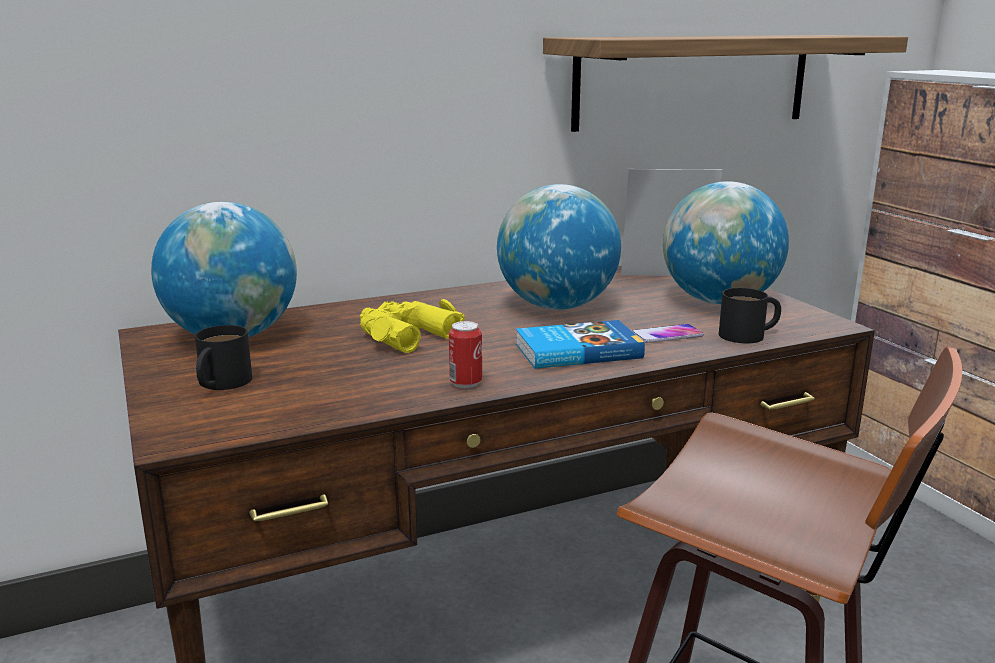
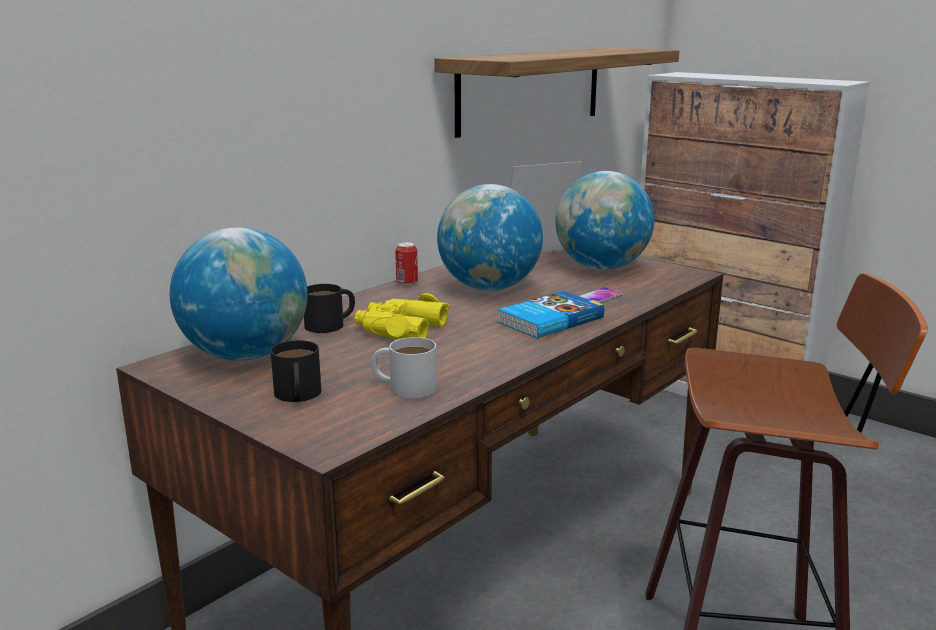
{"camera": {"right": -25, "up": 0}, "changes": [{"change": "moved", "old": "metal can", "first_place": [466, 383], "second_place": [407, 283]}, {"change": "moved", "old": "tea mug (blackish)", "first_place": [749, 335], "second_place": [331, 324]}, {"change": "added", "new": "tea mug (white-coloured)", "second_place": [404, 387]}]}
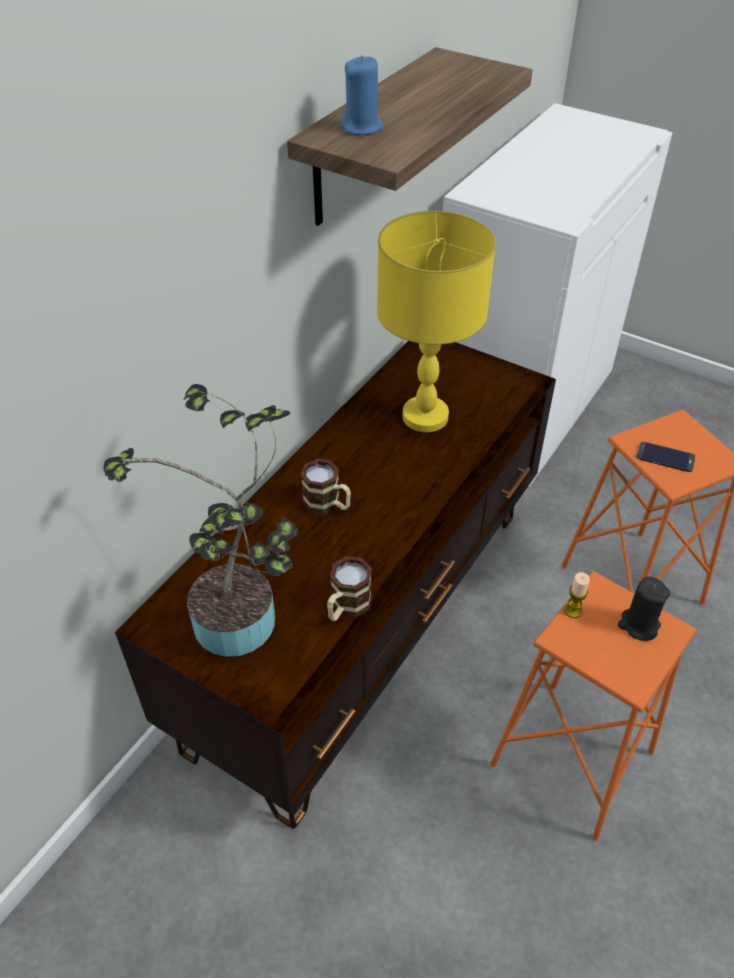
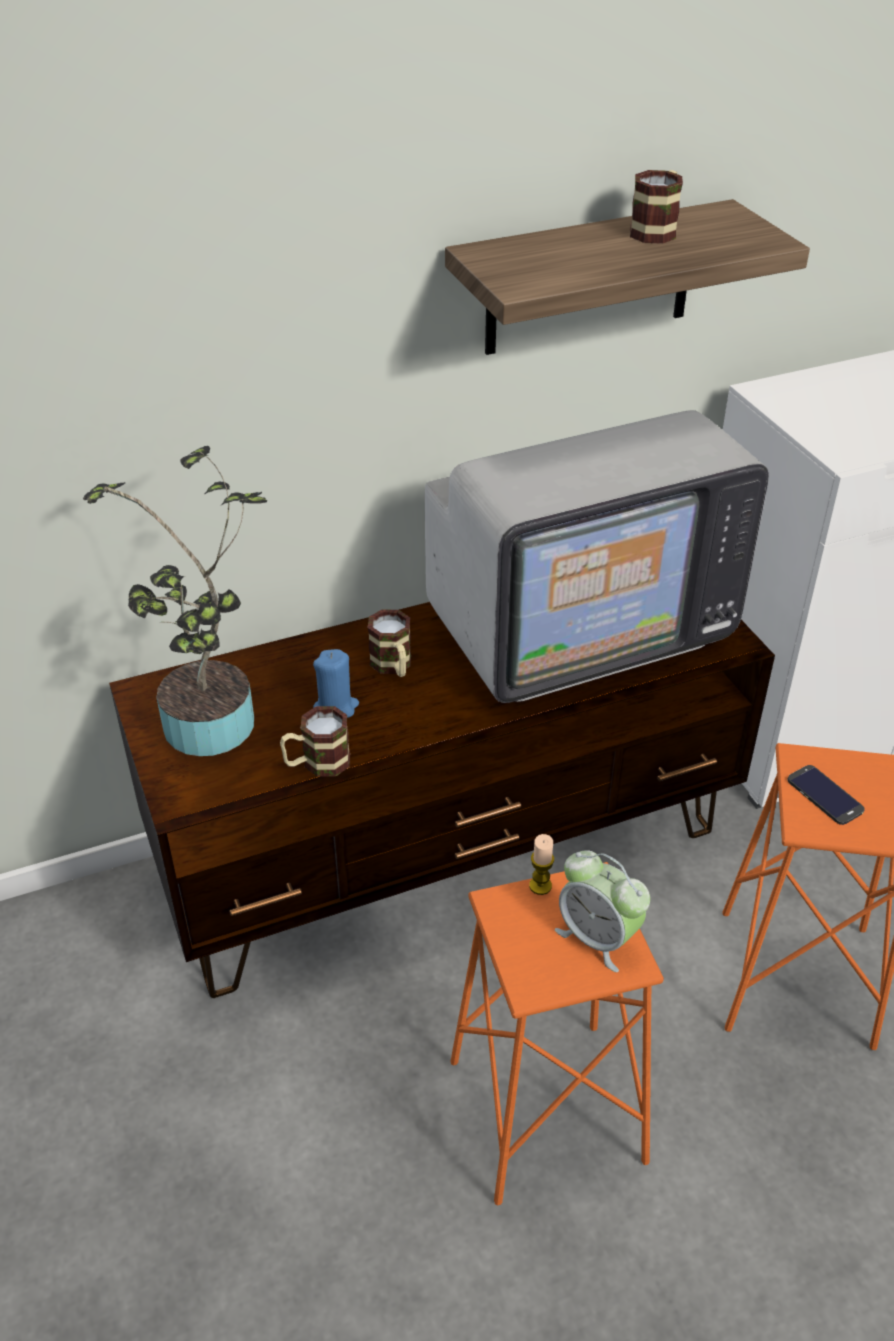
{"camera": {"right": 35, "up": -5}, "changes": [{"change": "moved", "old": "wax light (bluish)", "first_place": [362, 127], "second_place": [336, 707]}, {"change": "replaced", "old": "lamp for a table (yellow)", "new": "TV set", "first_place": [425, 416], "second_place": [579, 629]}, {"change": "replaced", "old": "wax light (blackish)", "new": "table clock", "first_place": [638, 625], "second_place": [598, 937]}, {"change": "added", "new": "tea mug", "second_place": [656, 230]}]}
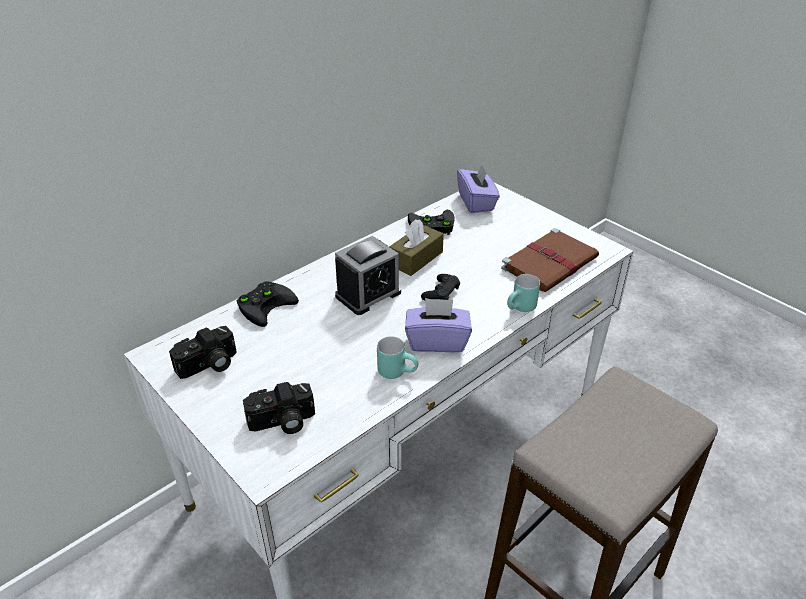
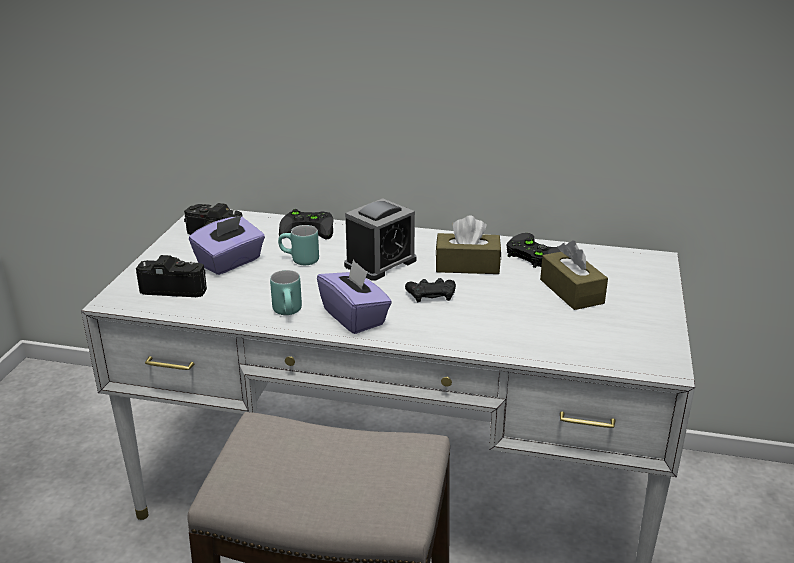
{"camera": {"right": 55, "up": -10}, "changes": [{"change": "turned", "old": "photo camera", "first_place": [282, 422], "second_place": [176, 287], "degrees": 150}, {"change": "turned", "old": "table clock", "first_place": [368, 294], "second_place": [380, 263], "degrees": -60}, {"change": "moved", "old": "tissue holder (purplish)", "first_place": [476, 202], "second_place": [230, 262]}, {"change": "removed", "old": "volume (brownish)", "first_place": [550, 262]}, {"change": "moved", "old": "tea mug (turquoise-coloured)", "first_place": [521, 309], "second_place": [299, 261]}, {"change": "added", "new": "tissue holder (brownish)", "second_place": [571, 291]}]}
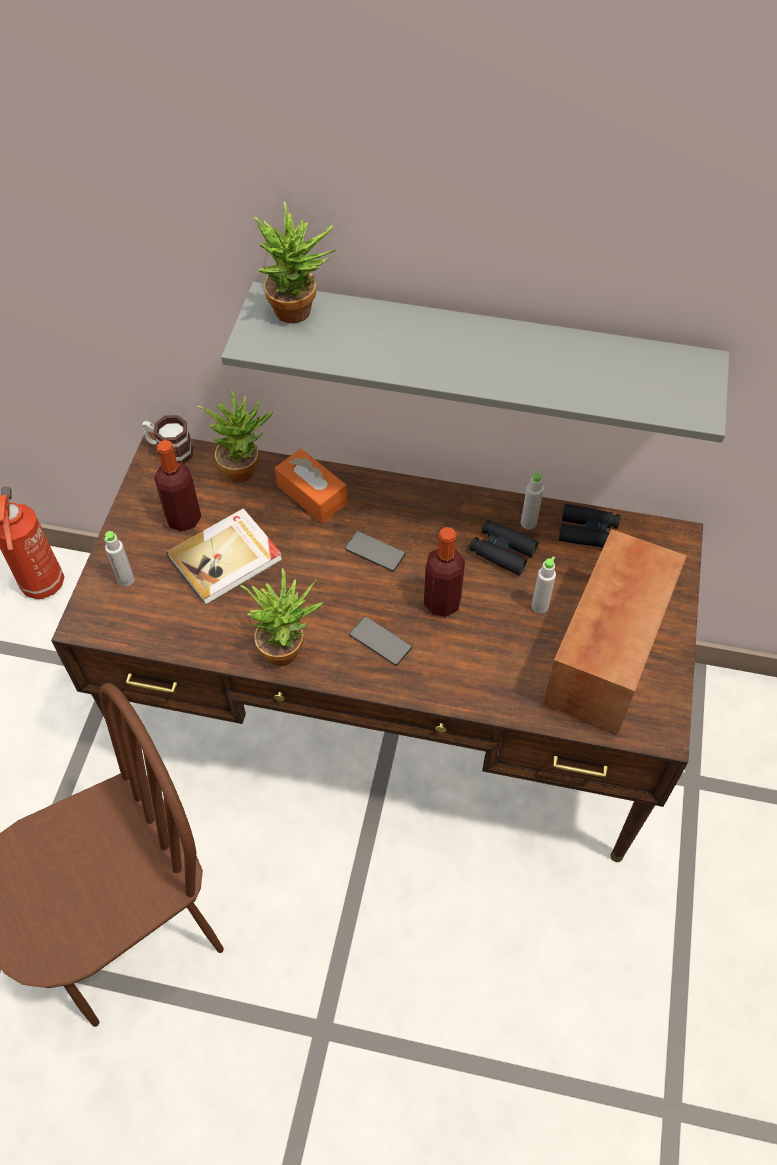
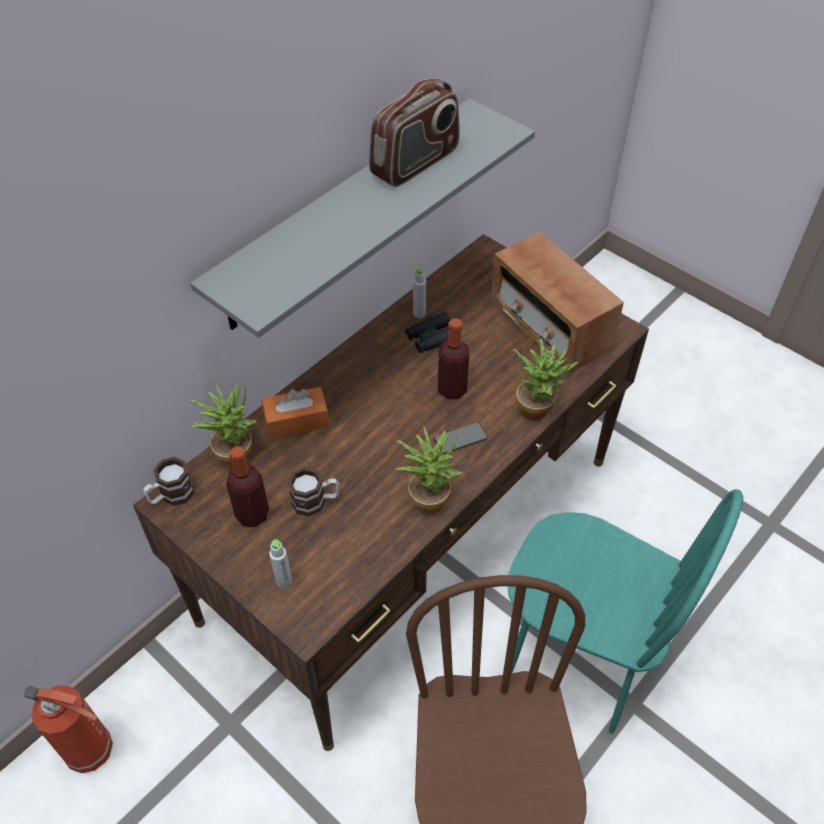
{"camera": {"right": -60, "up": -5}, "changes": [{"change": "replaced", "old": "volume", "new": "tea mug", "first_place": [226, 558], "second_place": [316, 501]}, {"change": "moved", "old": "houseplant", "first_place": [300, 313], "second_place": [537, 407]}, {"change": "removed", "old": "telephone", "first_place": [375, 552]}, {"change": "removed", "old": "drink bottle (grey)", "first_place": [539, 606]}, {"change": "removed", "old": "binoculars (blackish)", "first_place": [588, 532]}, {"change": "added", "new": "radio set", "second_place": [415, 163]}, {"change": "added", "new": "chair (turquoise-coloured)", "second_place": [580, 658]}]}
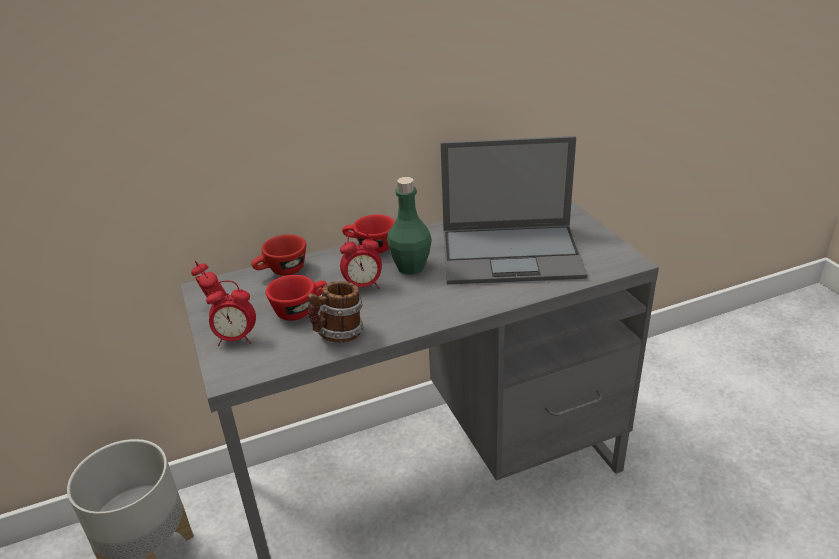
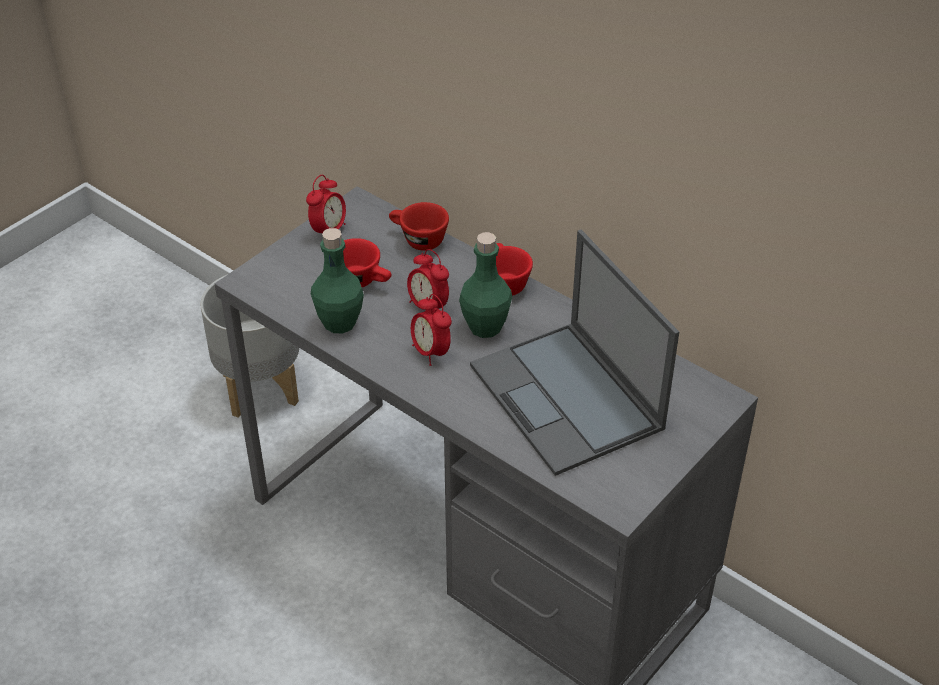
{"camera": {"right": 60, "up": 10}, "changes": [{"change": "moved", "old": "table clock", "first_place": [236, 339], "second_place": [431, 352]}, {"change": "replaced", "old": "tea mug", "new": "drink bottle (green-coloured)", "first_place": [338, 335], "second_place": [339, 323]}]}
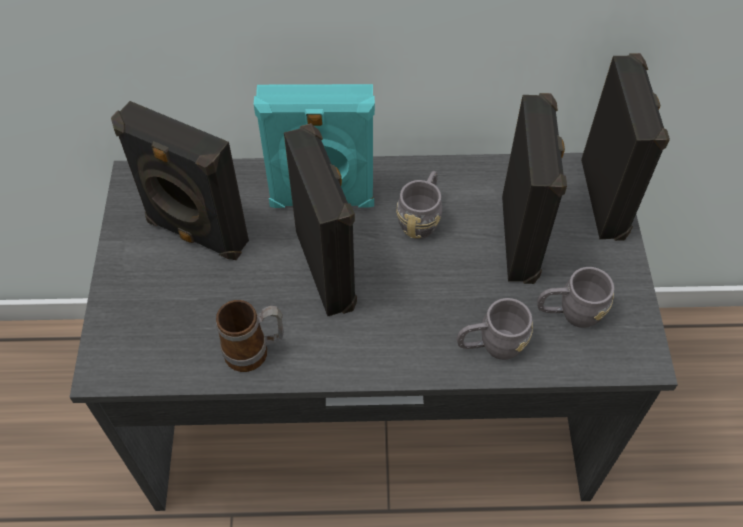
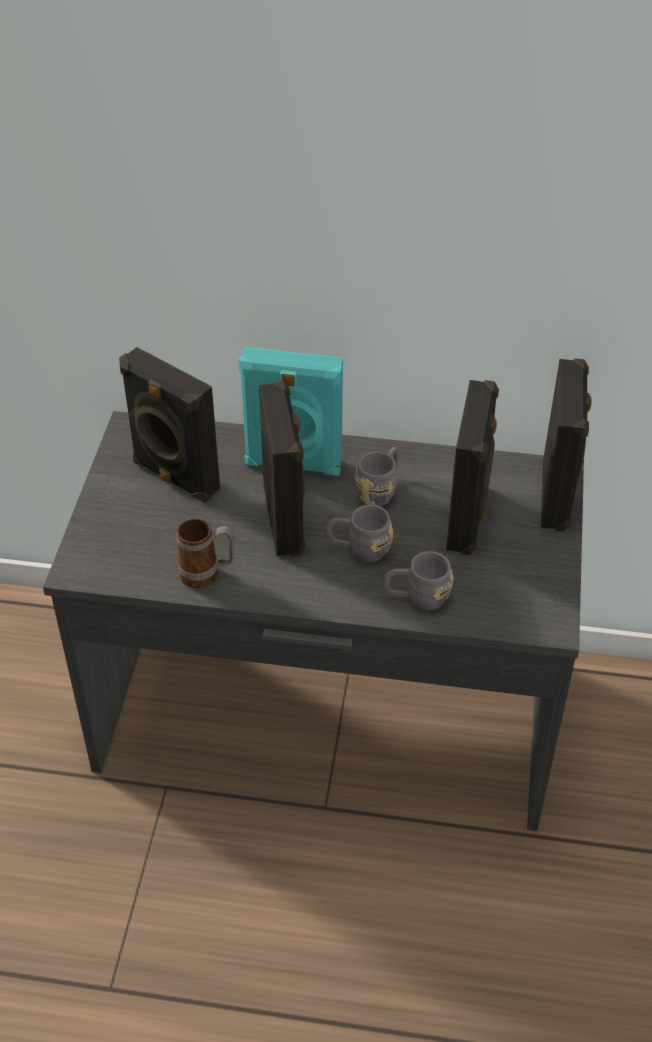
{"camera": {"right": 10, "up": -10}, "changes": [{"change": "moved", "old": "tea mug (grey)", "first_place": [569, 313], "second_place": [359, 549]}]}
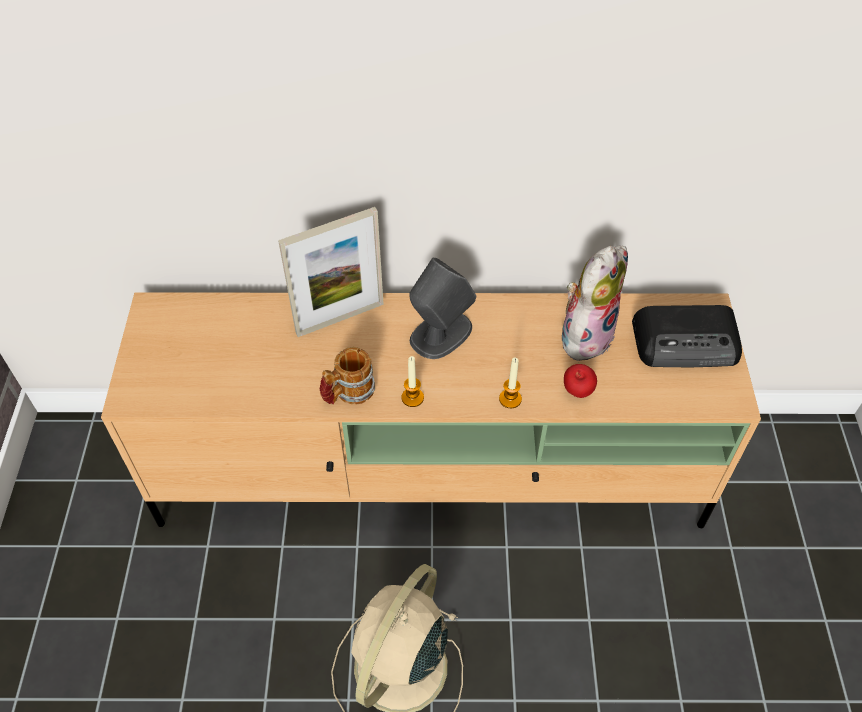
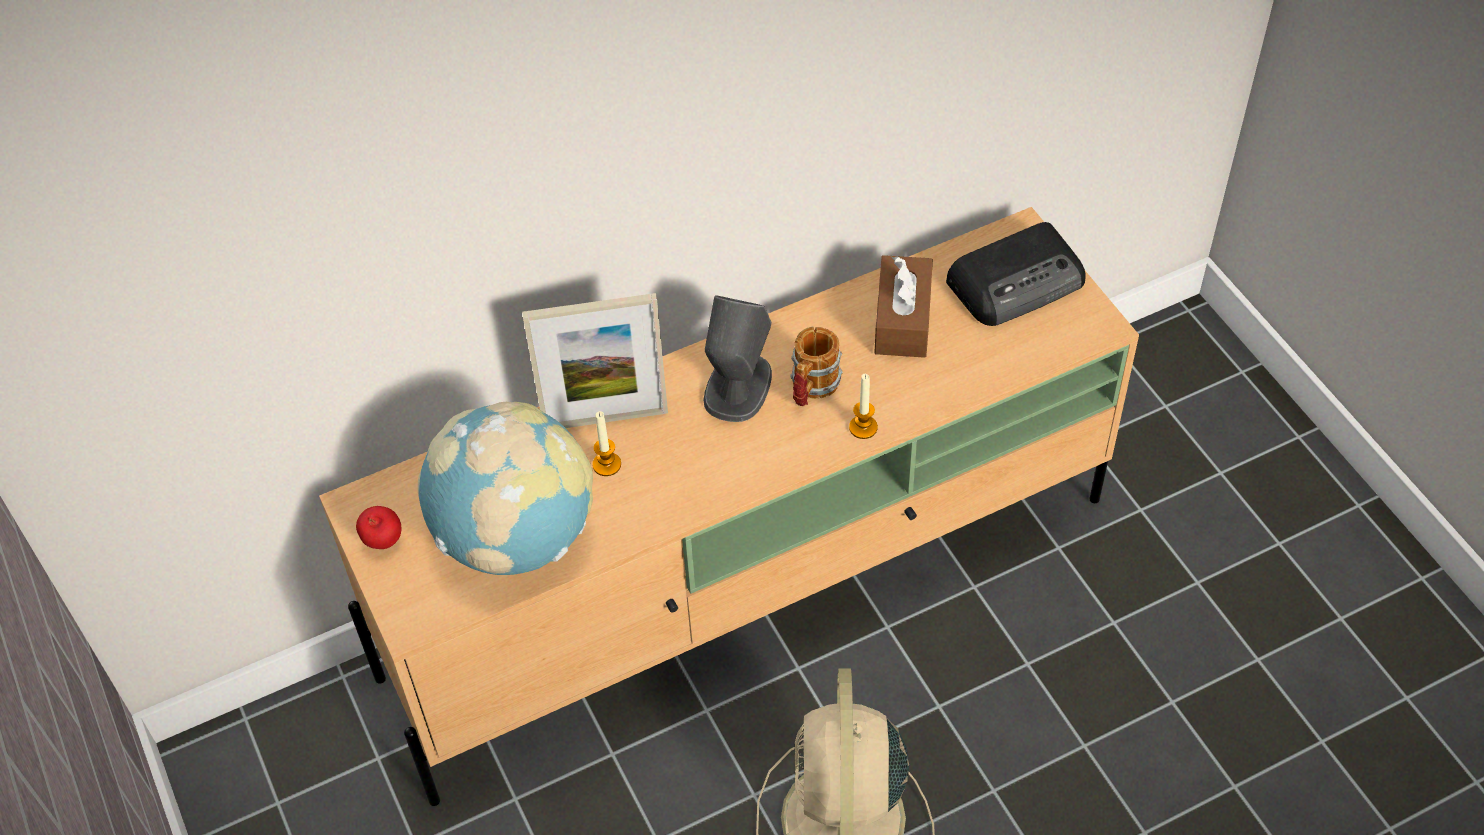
{"camera": {"right": -25, "up": 0}, "changes": [{"change": "turned", "old": "picture frame", "first_place": [340, 318], "second_place": [605, 419], "degrees": 45}, {"change": "moved", "old": "tea mug", "first_place": [348, 393], "second_place": [811, 388]}, {"change": "moved", "old": "wax light", "first_place": [412, 397], "second_place": [606, 464]}, {"change": "replaced", "old": "cuddly toy", "new": "tissue holder (brownish)", "first_place": [585, 335], "second_place": [902, 319]}, {"change": "moved", "old": "apple fruit", "first_place": [577, 392], "second_place": [383, 542]}, {"change": "added", "new": "desk globe", "second_place": [516, 537]}]}
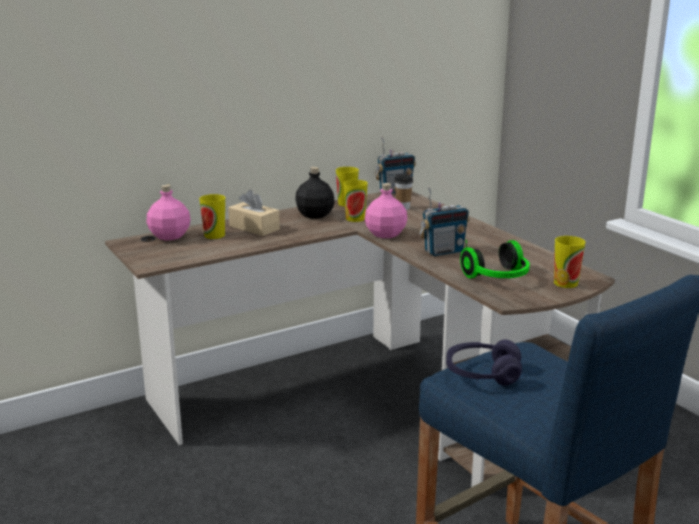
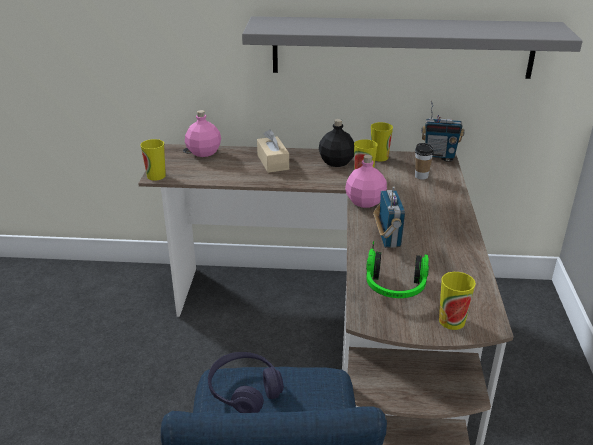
{"camera": {"right": 35, "up": 10}, "changes": [{"change": "moved", "old": "drinking cup", "first_place": [214, 235], "second_place": [156, 176]}, {"change": "turned", "old": "radio set", "first_place": [443, 251], "second_place": [388, 239], "degrees": -105}, {"change": "added", "new": "bracket shelf (grey)", "second_place": [402, 47]}]}
